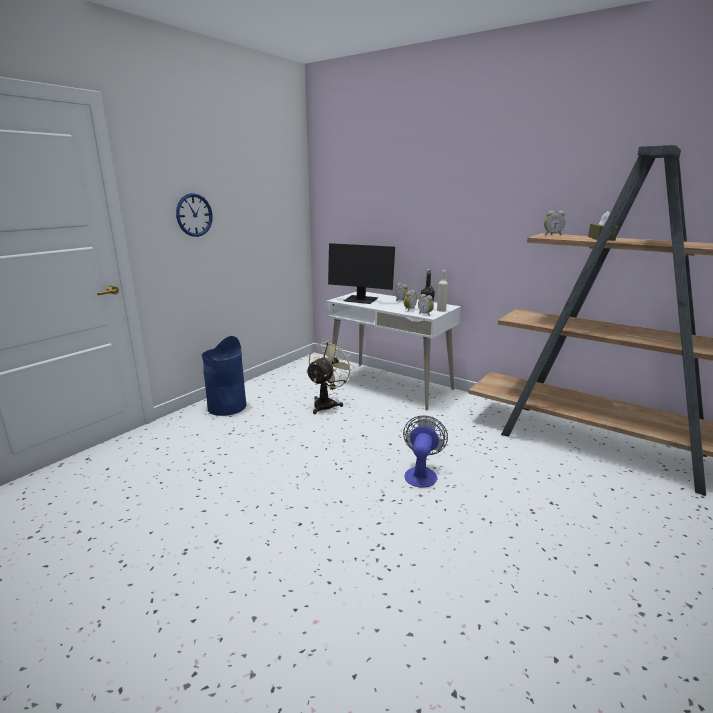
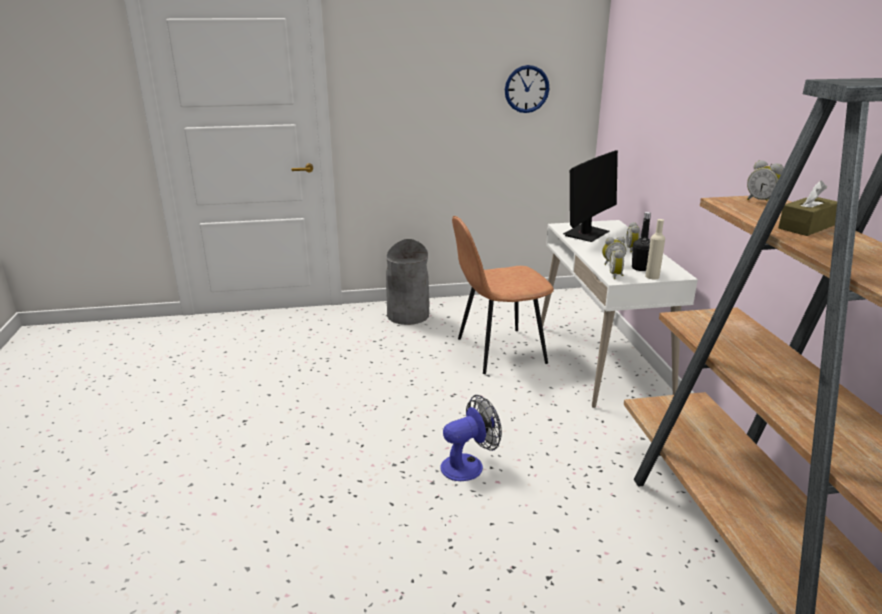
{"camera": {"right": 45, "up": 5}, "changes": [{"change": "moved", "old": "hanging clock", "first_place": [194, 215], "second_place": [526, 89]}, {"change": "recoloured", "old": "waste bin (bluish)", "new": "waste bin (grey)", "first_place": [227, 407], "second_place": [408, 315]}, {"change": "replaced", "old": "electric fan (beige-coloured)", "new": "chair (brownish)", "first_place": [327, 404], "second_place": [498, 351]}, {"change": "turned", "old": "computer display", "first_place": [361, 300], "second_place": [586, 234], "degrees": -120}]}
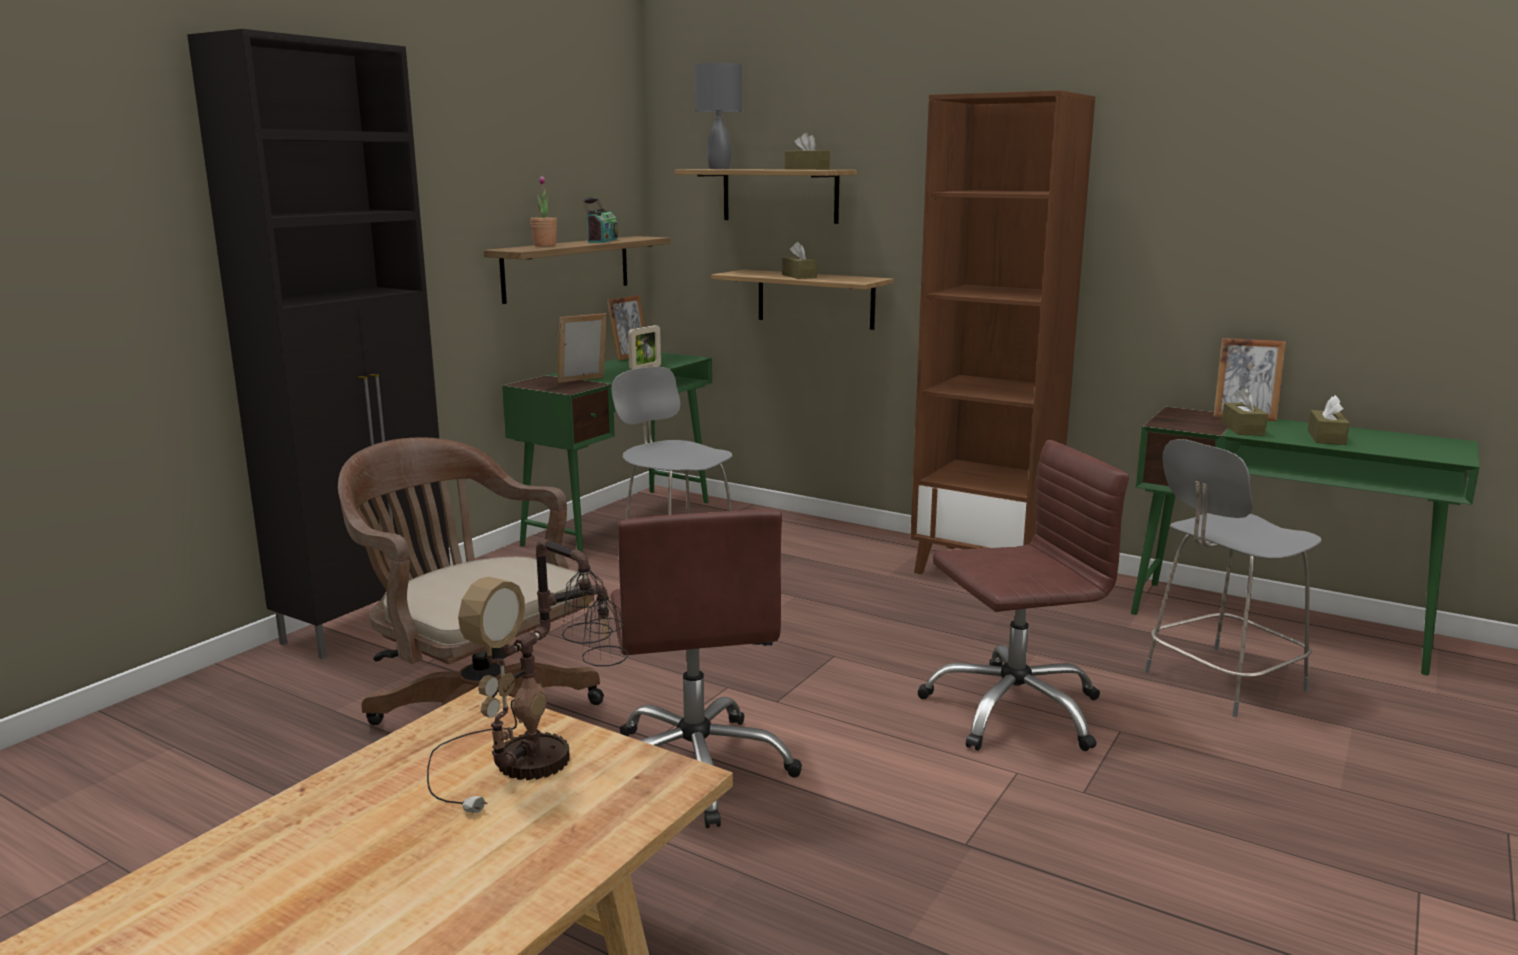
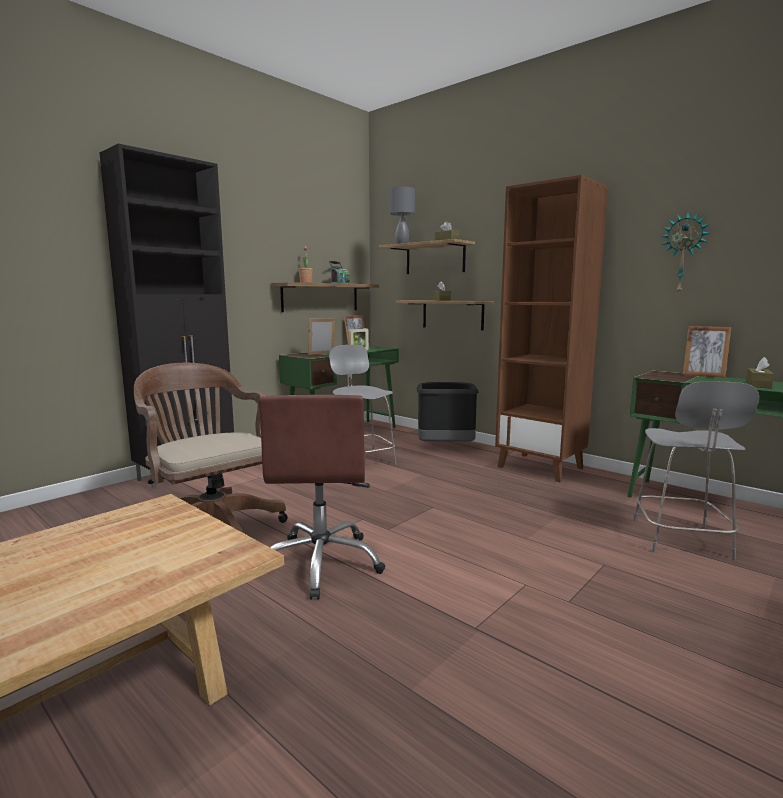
{"camera": {"right": 10, "up": -5}, "changes": [{"change": "removed", "old": "lamp for a table", "first_place": [539, 760]}, {"change": "removed", "old": "computer chair (brownish)", "first_place": [1013, 710]}, {"change": "turned", "old": "chair (grey)", "first_place": [1220, 682], "second_place": [681, 540], "degrees": -60}, {"change": "removed", "old": "tissue holder (brownish)", "first_place": [1242, 429]}, {"change": "added", "new": "waste bin (blackish)", "second_place": [445, 448]}, {"change": "added", "new": "hanging clock", "second_place": [683, 253]}]}
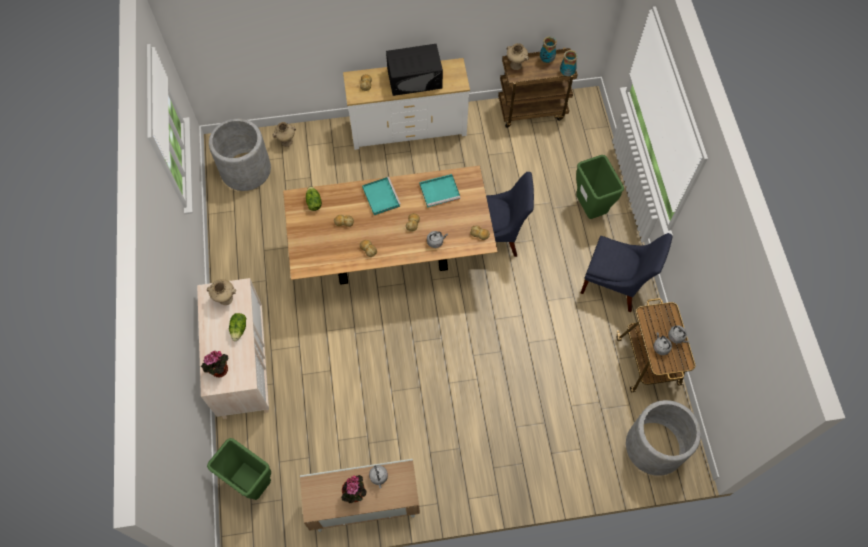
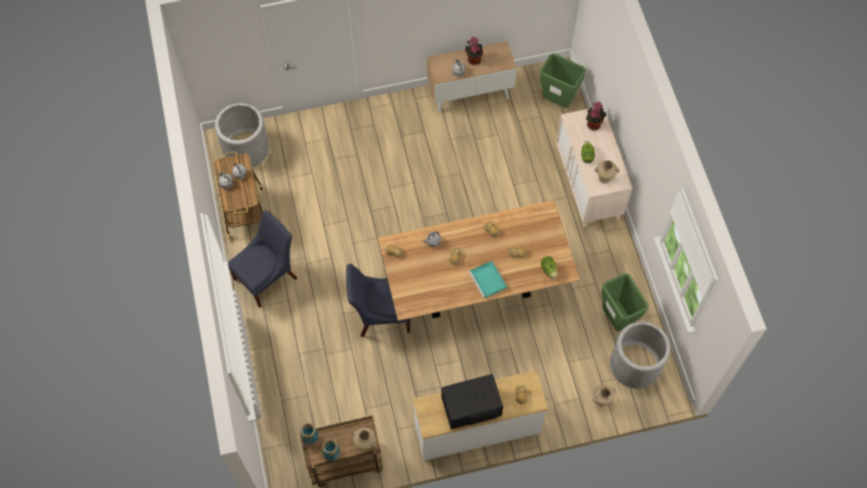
{"camera": {"right": 175, "up": 0}, "changes": [{"change": "removed", "old": "serving tray (turquoise-coloured)", "first_place": [440, 191]}, {"change": "moved", "old": "waste bin (green-coloured)", "first_place": [590, 209], "second_place": [616, 319]}, {"change": "turned", "old": "chair (bluish)", "first_place": [615, 284], "second_place": [268, 277], "degrees": 120}]}
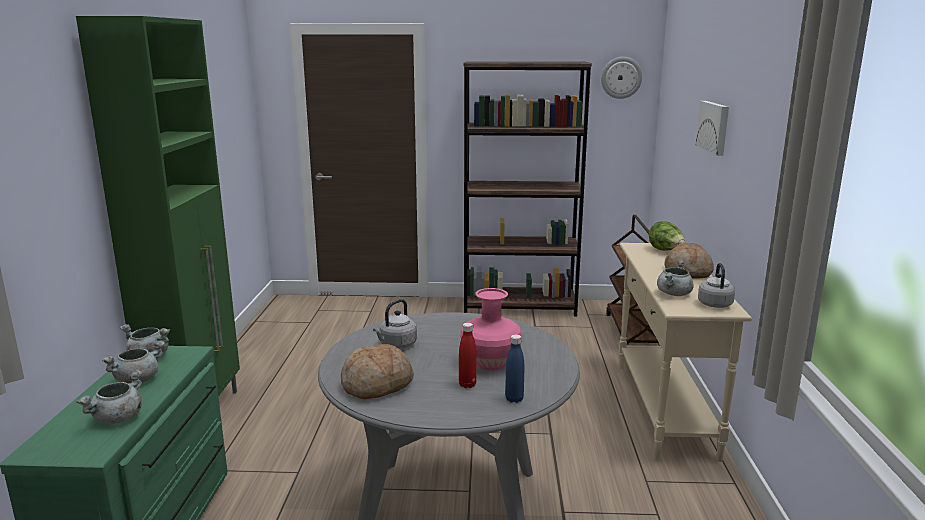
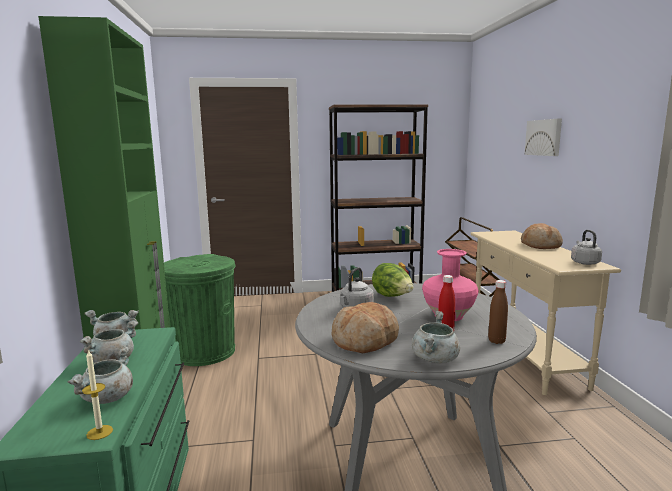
{"camera": {"right": -10, "up": -5}, "changes": [{"change": "recoloured", "old": "drink bottle (bluish)", "new": "drink bottle (brownish)", "first_place": [514, 399], "second_place": [496, 341]}, {"change": "removed", "old": "hanging clock", "first_place": [621, 77]}, {"change": "moved", "old": "lettuce head", "first_place": [666, 251], "second_place": [392, 297]}, {"change": "moved", "old": "stockpot (grey)", "first_place": [674, 294], "second_place": [435, 359]}, {"change": "added", "new": "wax light", "second_place": [99, 432]}, {"change": "added", "new": "waste bin (green-coloured)", "second_place": [204, 352]}]}
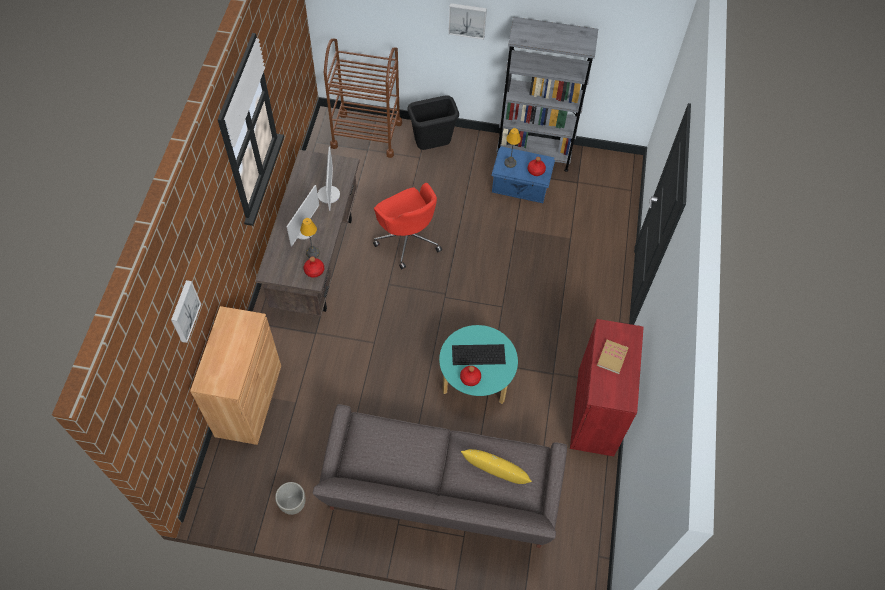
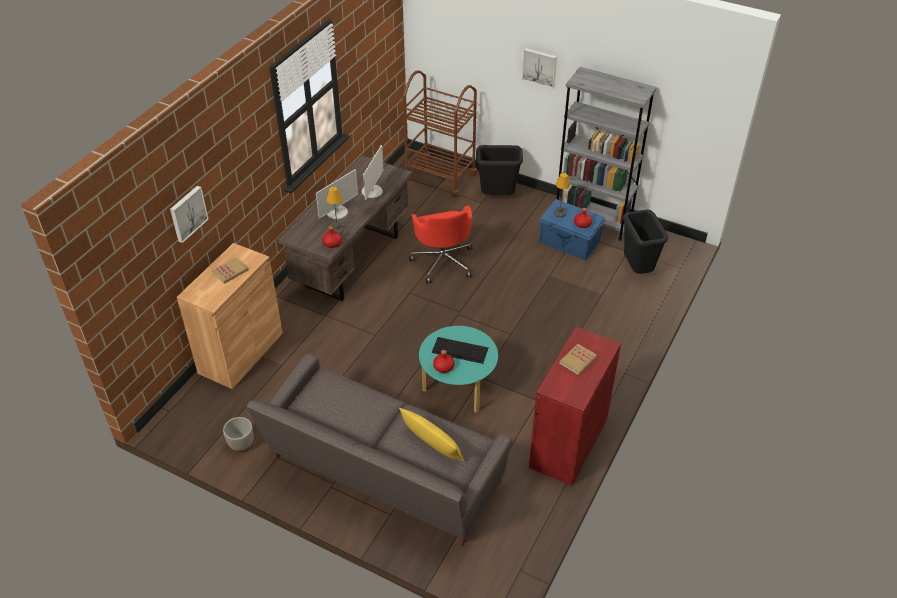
{"camera": {"right": 20, "up": -15}, "changes": [{"change": "added", "new": "volume", "second_place": [230, 271]}, {"change": "added", "new": "waste bin (blackish)", "second_place": [637, 270]}]}
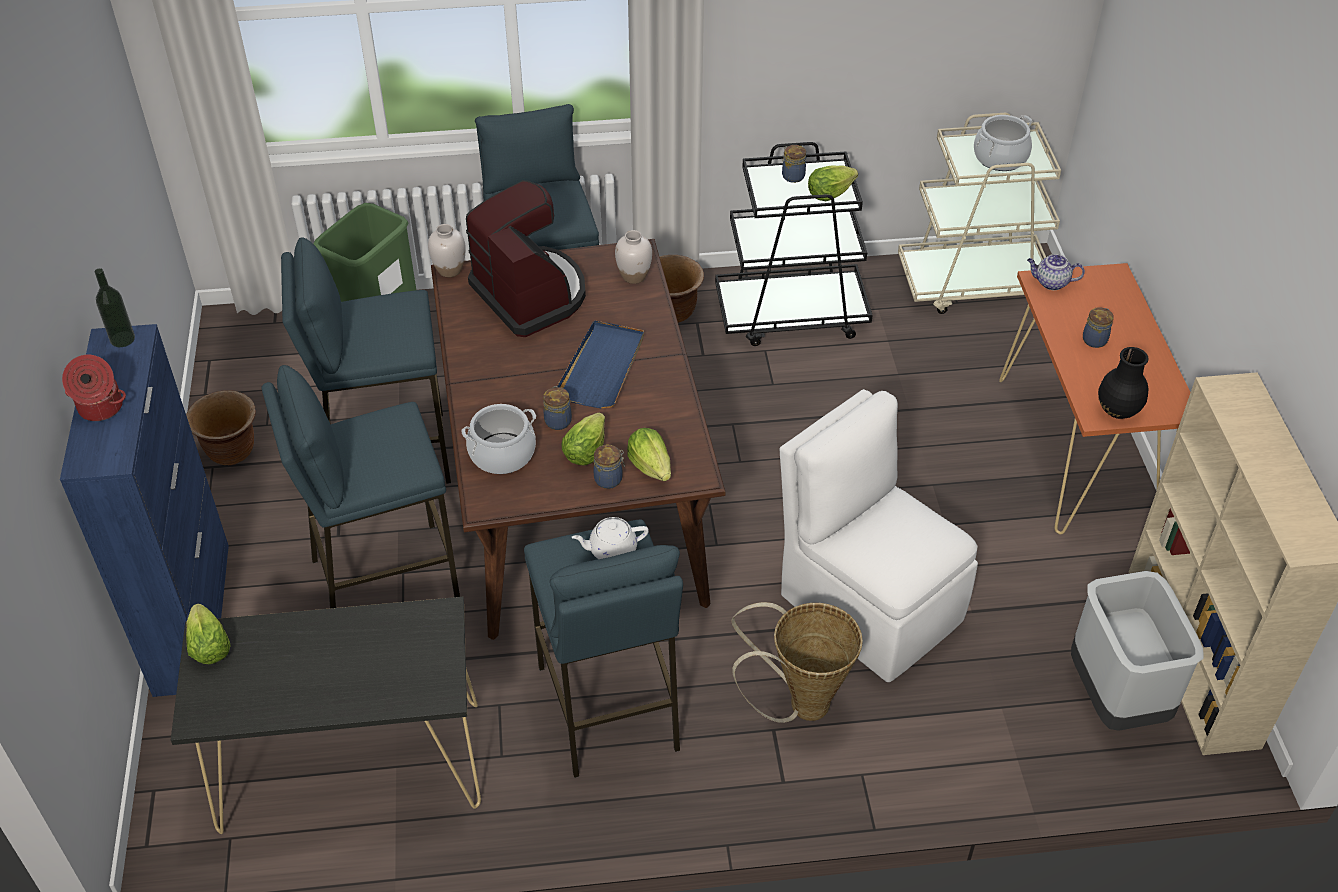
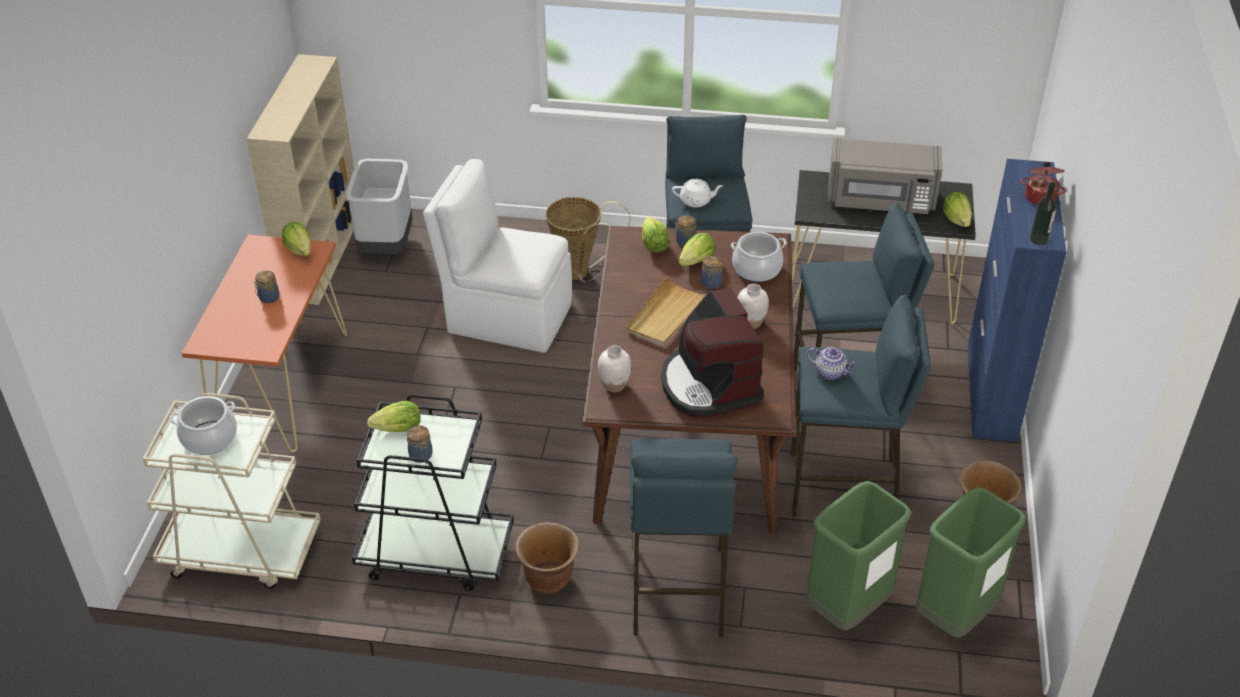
{"camera": {"right": -165, "up": -5}, "changes": [{"change": "moved", "old": "decorative vase (white-coloured)", "first_place": [449, 270], "second_place": [751, 323]}, {"change": "recoloured", "old": "serving tray (bluish)", "new": "serving tray (beige-coloured)", "first_place": [602, 367], "second_place": [666, 315]}, {"change": "turned", "old": "chair (white-coloured)", "first_place": [868, 604], "second_place": [506, 317], "degrees": 135}, {"change": "moved", "old": "tea pot", "first_place": [1051, 283], "second_place": [831, 372]}, {"change": "replaced", "old": "decorative vase (blackish)", "new": "lettuce head", "first_place": [1118, 410], "second_place": [299, 249]}, {"change": "added", "new": "microwave (grey)", "second_place": [881, 200]}, {"change": "added", "new": "waste bin (green-coloured)", "second_place": [955, 615]}]}
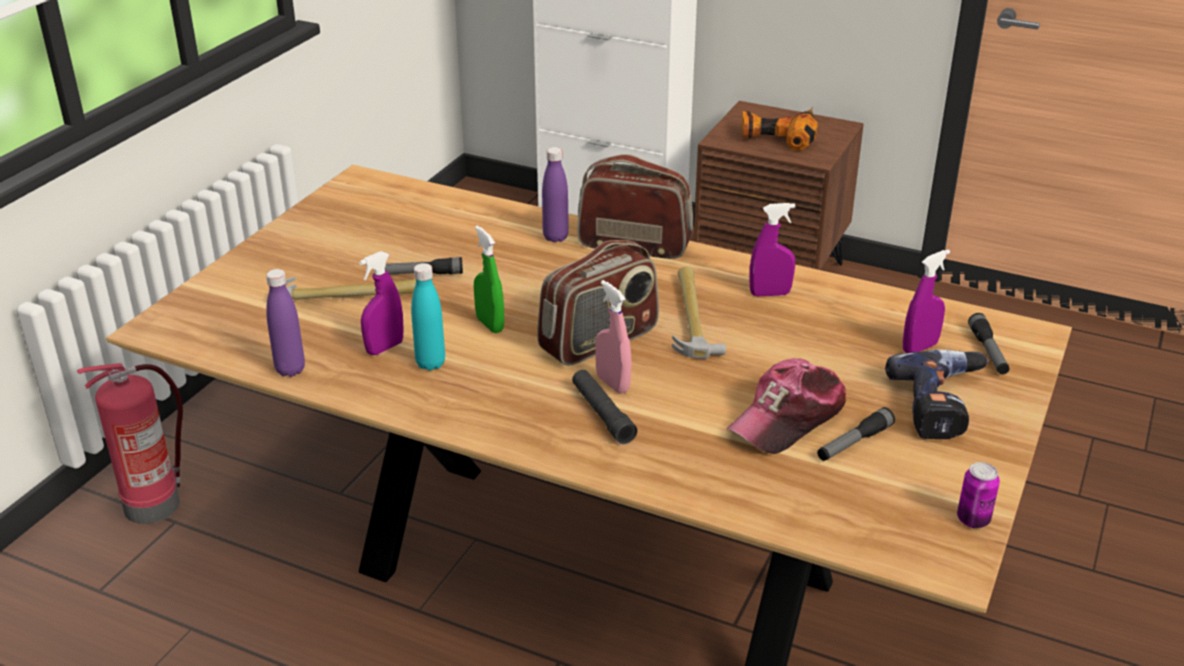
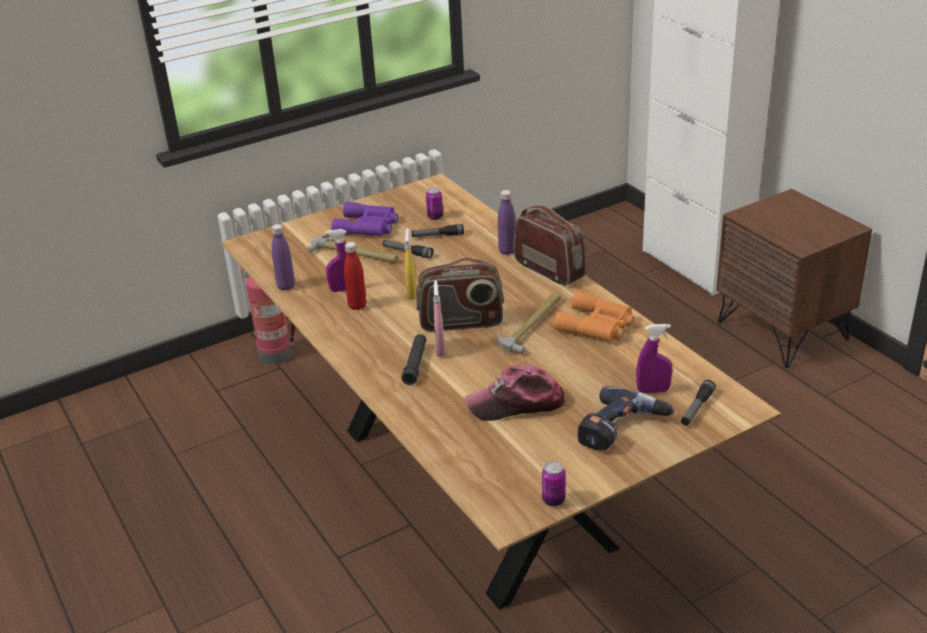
{"camera": {"right": 35, "up": 0}, "changes": [{"change": "recoloured", "old": "drink bottle (turquoise-coloured)", "new": "drink bottle (reddish)", "first_place": [430, 363], "second_place": [357, 306]}, {"change": "recoloured", "old": "sprayer (green-coloured)", "new": "sprayer (yellow)", "first_place": [490, 324], "second_place": [412, 293]}, {"change": "removed", "old": "electric drill", "first_place": [778, 134]}, {"change": "replaced", "old": "sprayer (purplish)", "new": "binoculars (orangey)", "first_place": [770, 294], "second_place": [597, 326]}, {"change": "moved", "old": "hand torch", "first_place": [854, 443], "second_place": [437, 236]}, {"change": "added", "new": "binoculars (purplish)", "second_place": [368, 227]}, {"change": "added", "new": "metal can", "second_place": [435, 217]}]}
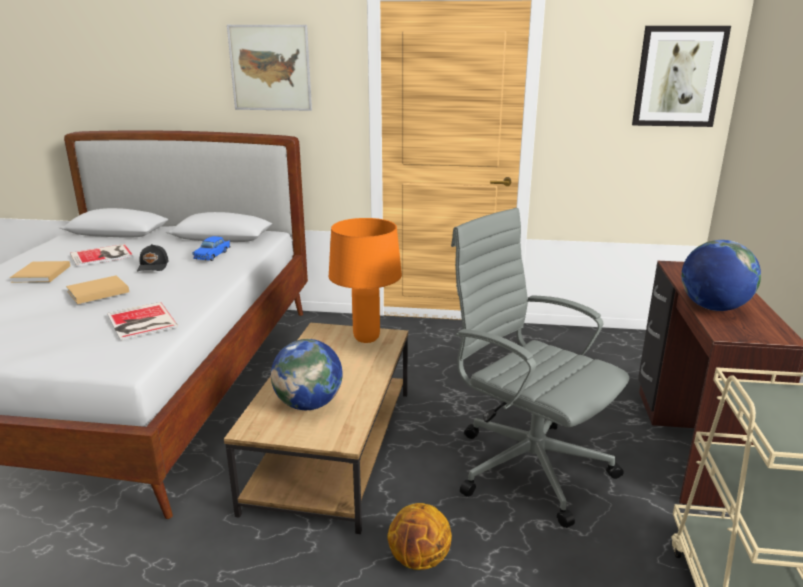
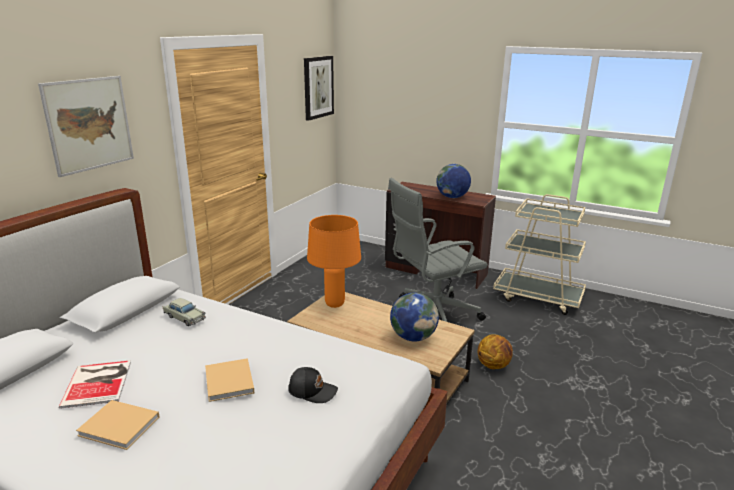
{"camera": {"right": -70, "up": 0}, "changes": [{"change": "removed", "old": "volume", "first_place": [140, 322]}, {"change": "moved", "old": "peaked cap (blackish)", "first_place": [154, 266], "second_place": [312, 391]}, {"change": "recoloured", "old": "miniature car (bluish)", "new": "miniature car (beige-coloured)", "first_place": [213, 255], "second_place": [184, 317]}]}
